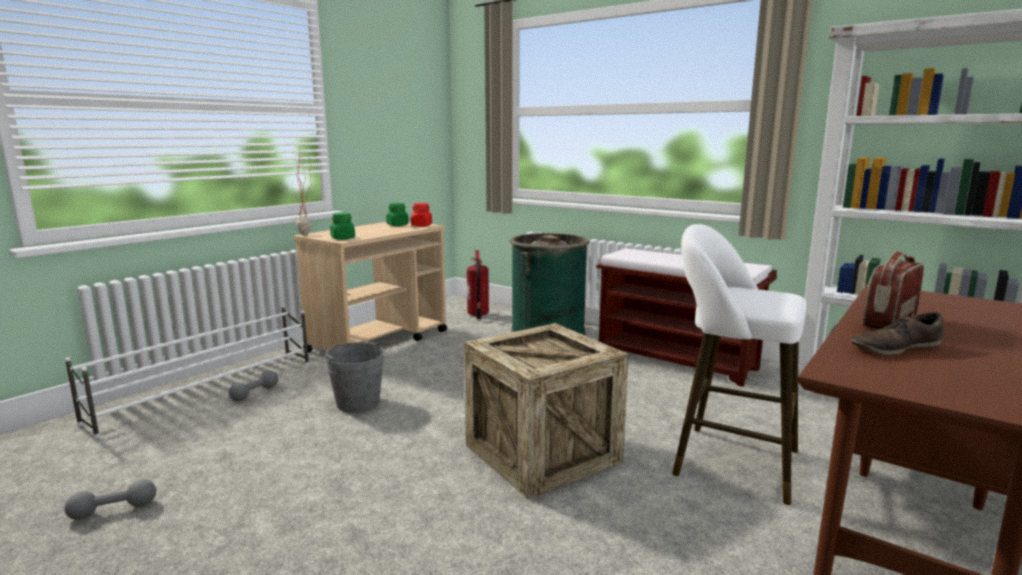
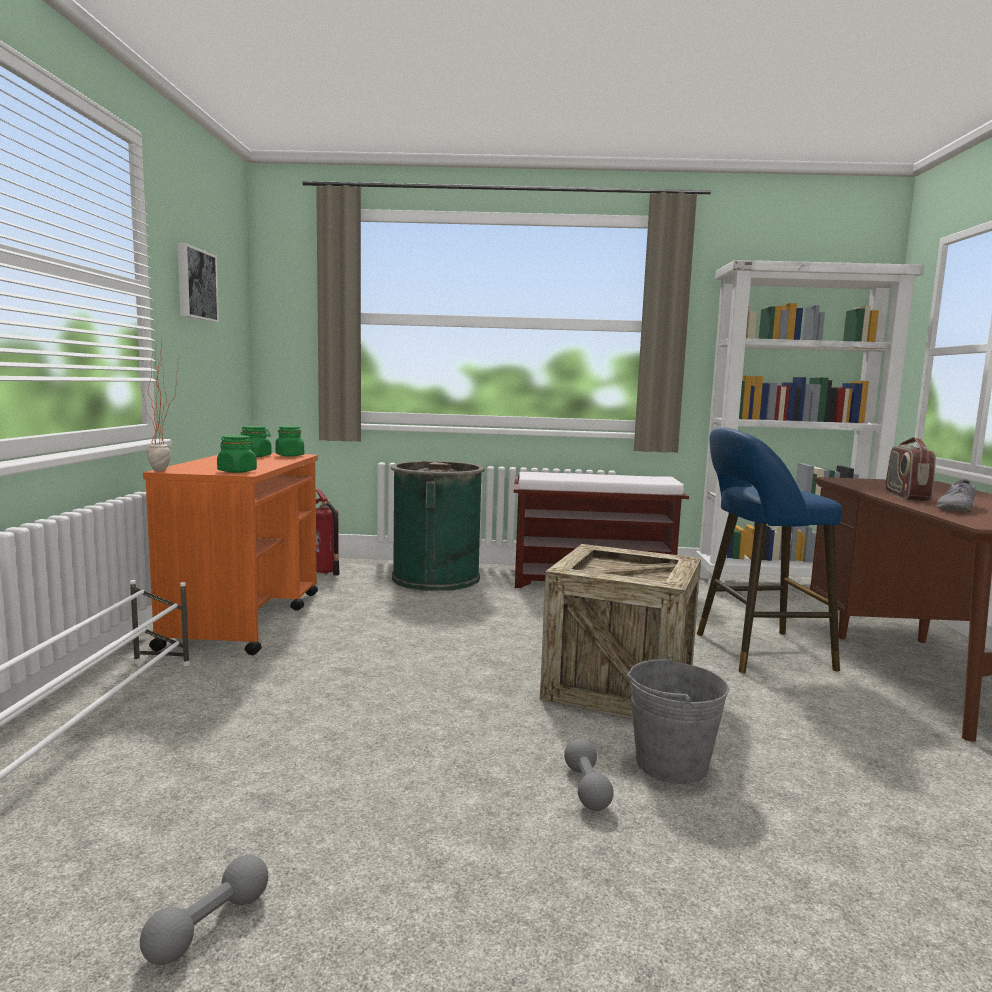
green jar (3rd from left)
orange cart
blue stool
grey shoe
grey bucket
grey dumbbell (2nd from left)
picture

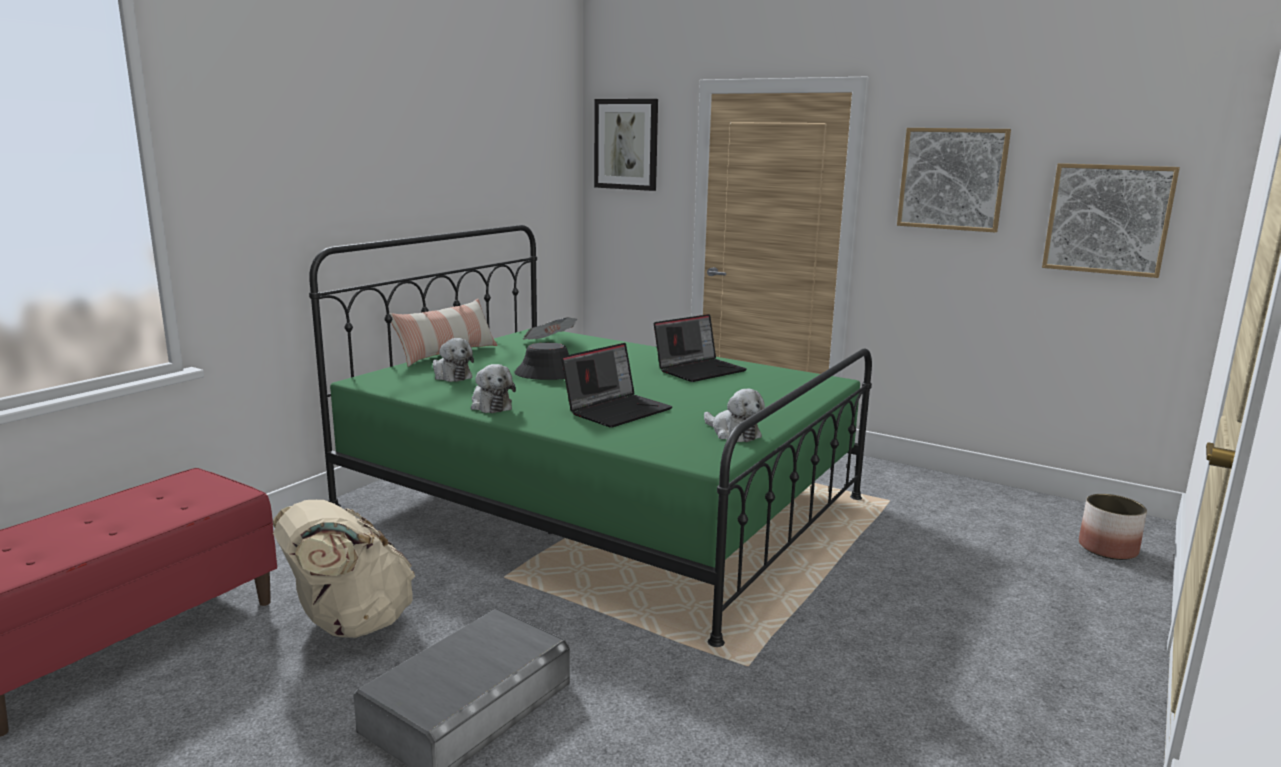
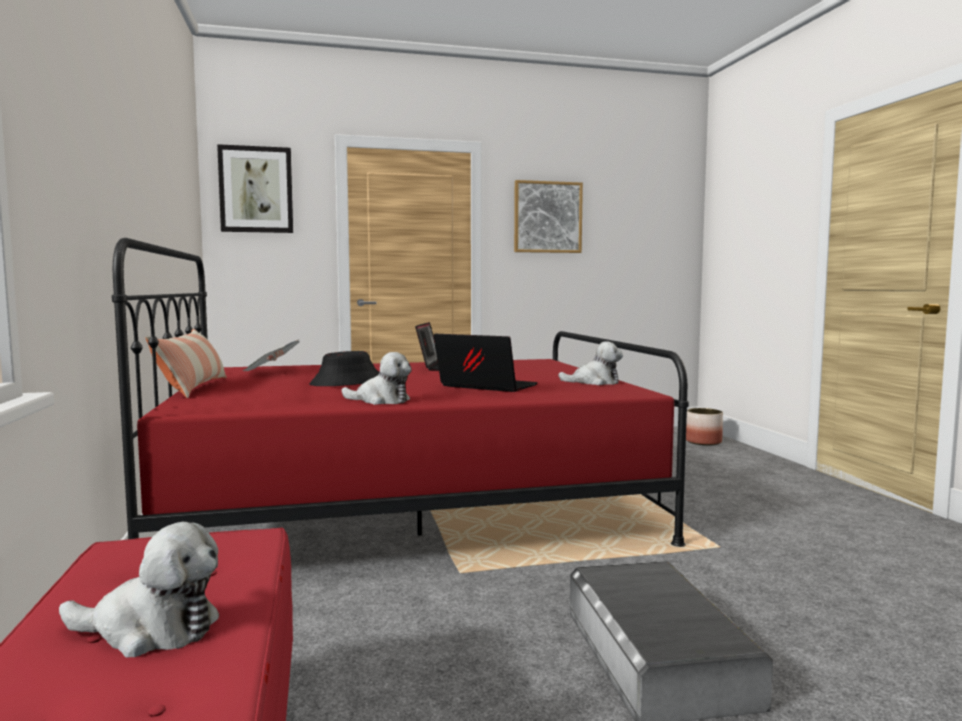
picture (3rd from left in the first image)
red bed
plush toy (1st from left)
laptop (2nd from left)
beige backpack

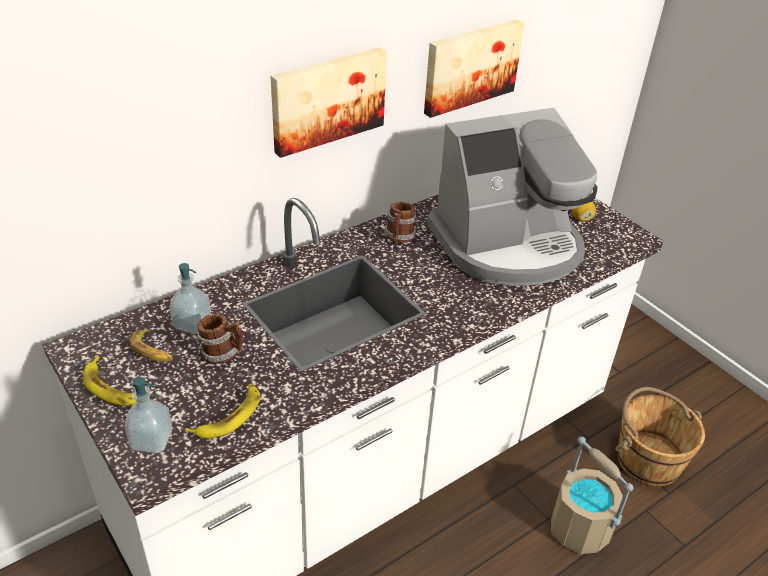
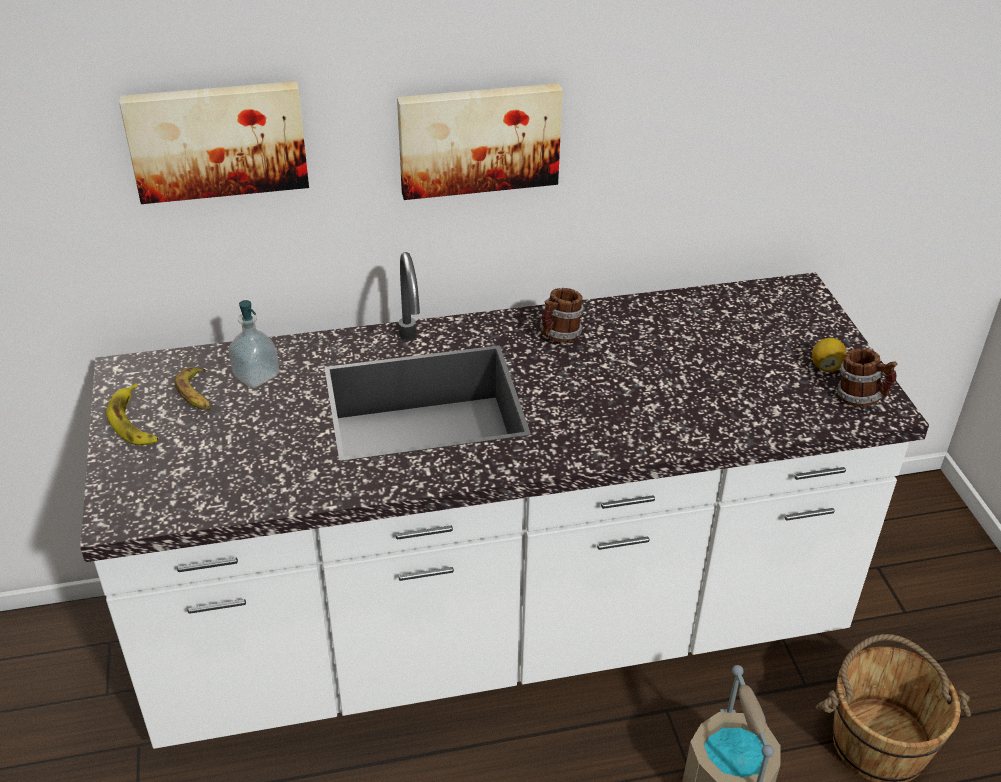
picture (1st from left)
coffee machine
mug (2nd from left)
soap dispenser (1st from left in the first image)
banana (3rd from left in the first image)

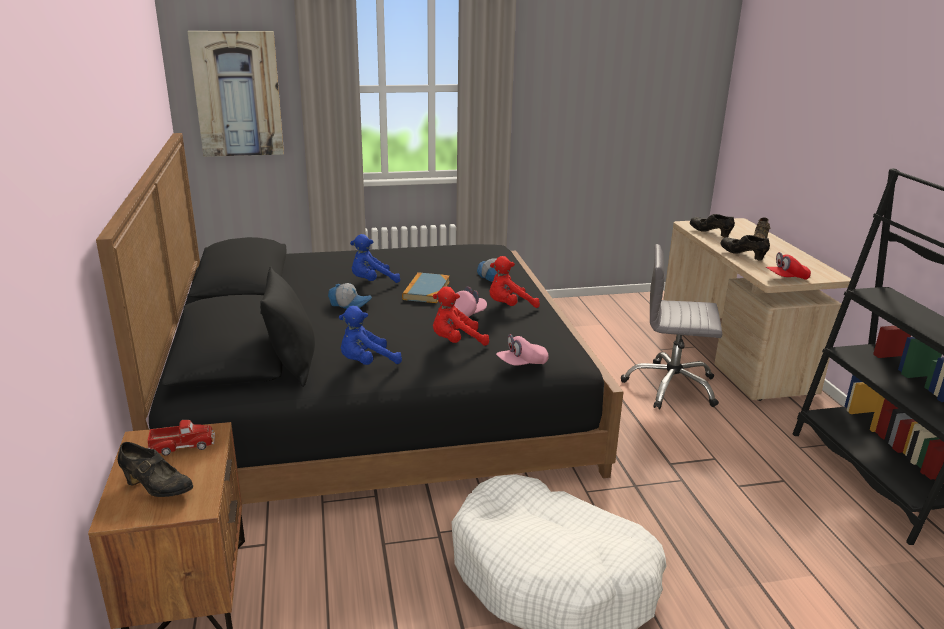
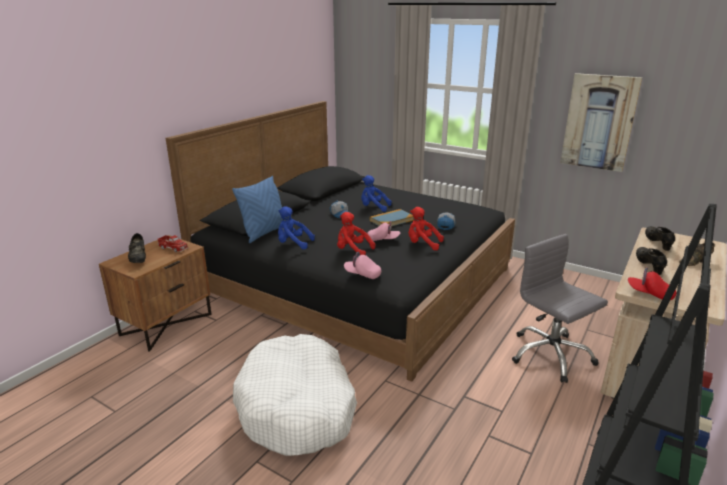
picture
blue pillow

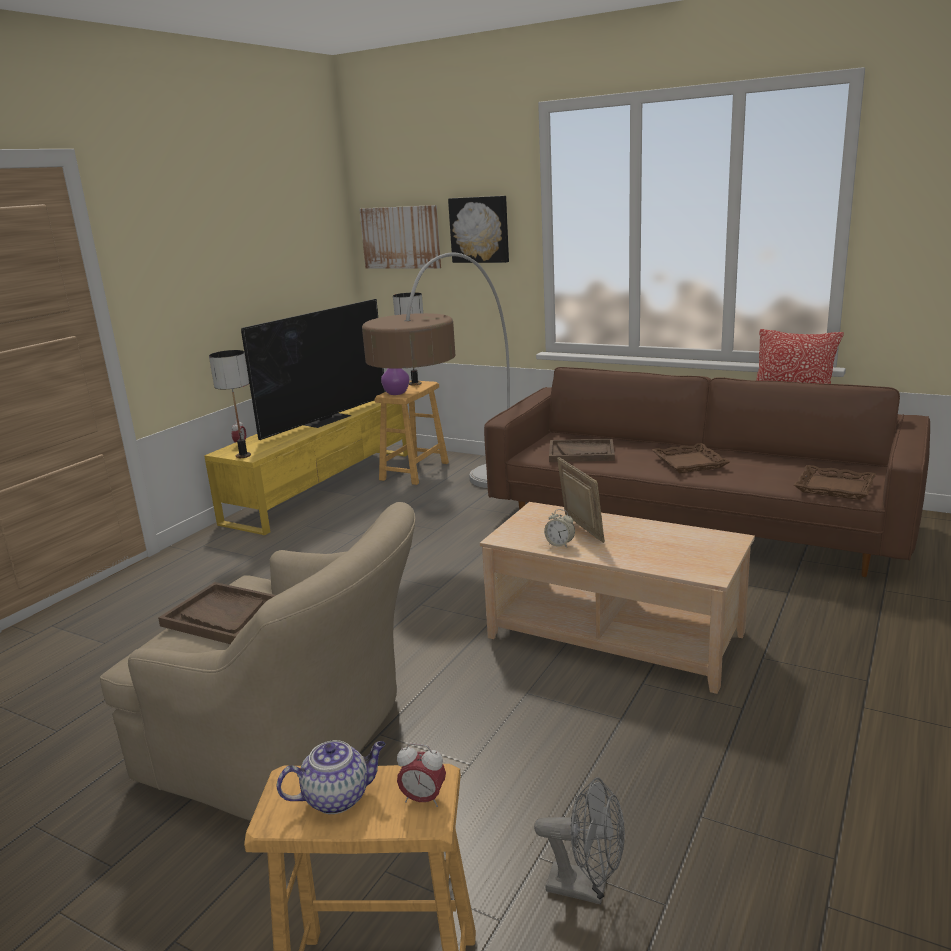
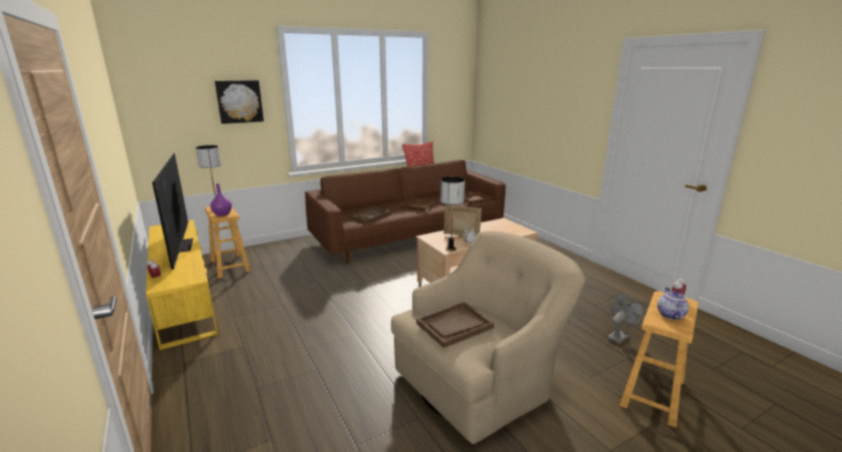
picture (1st from left in the first image)
floor lamp
table lamp (2nd from left)

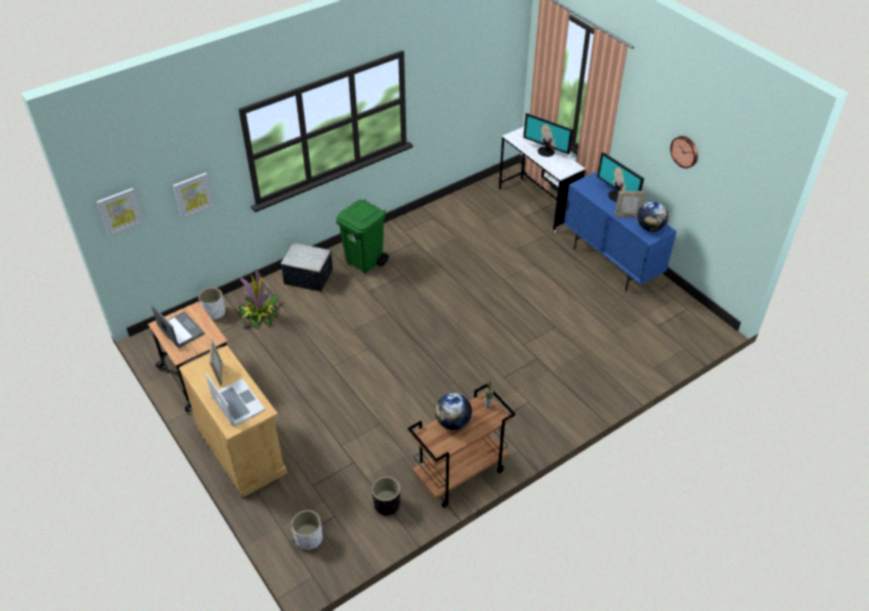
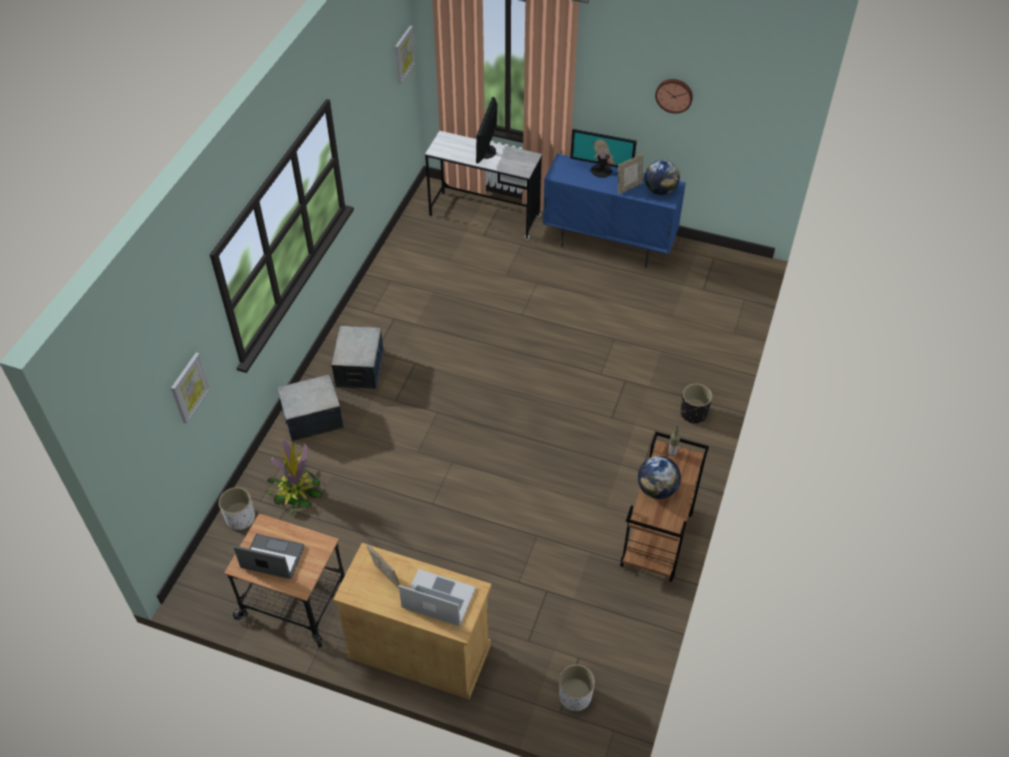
monitor (1st from left)
picture (2nd from left)
storage box (2nd from left)
black planter

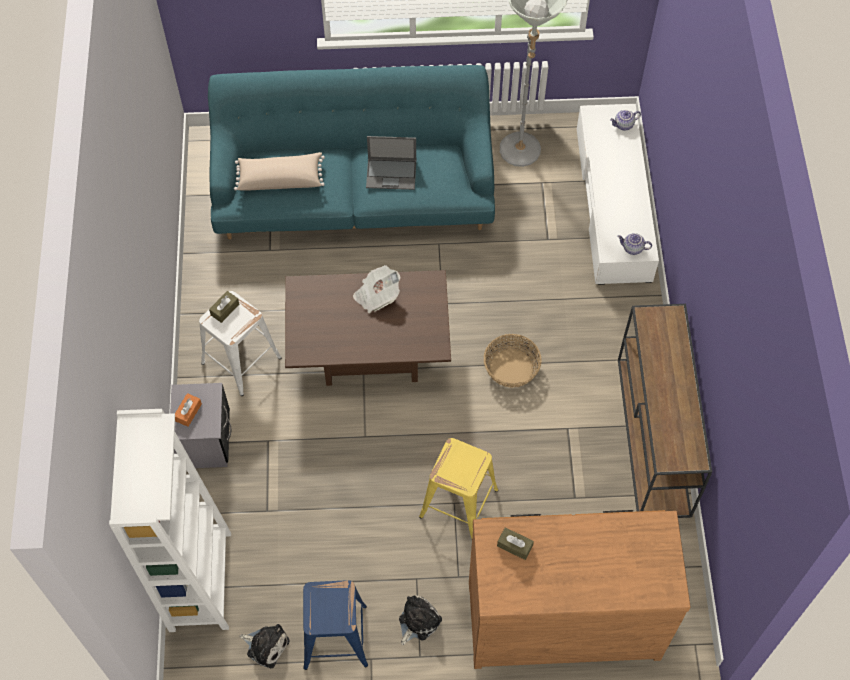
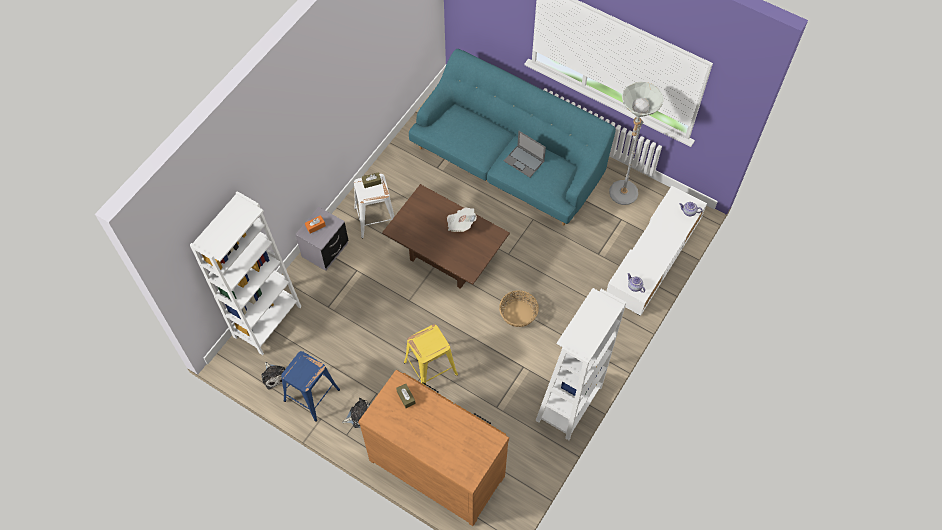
beige pillow
white bookcase (2nd from left)

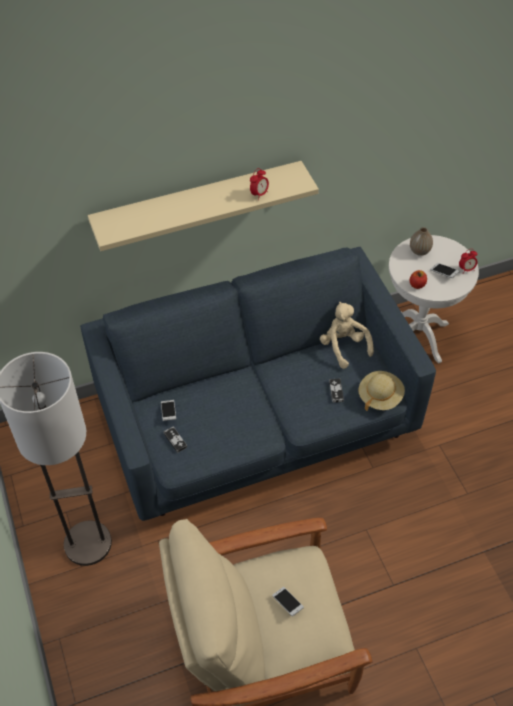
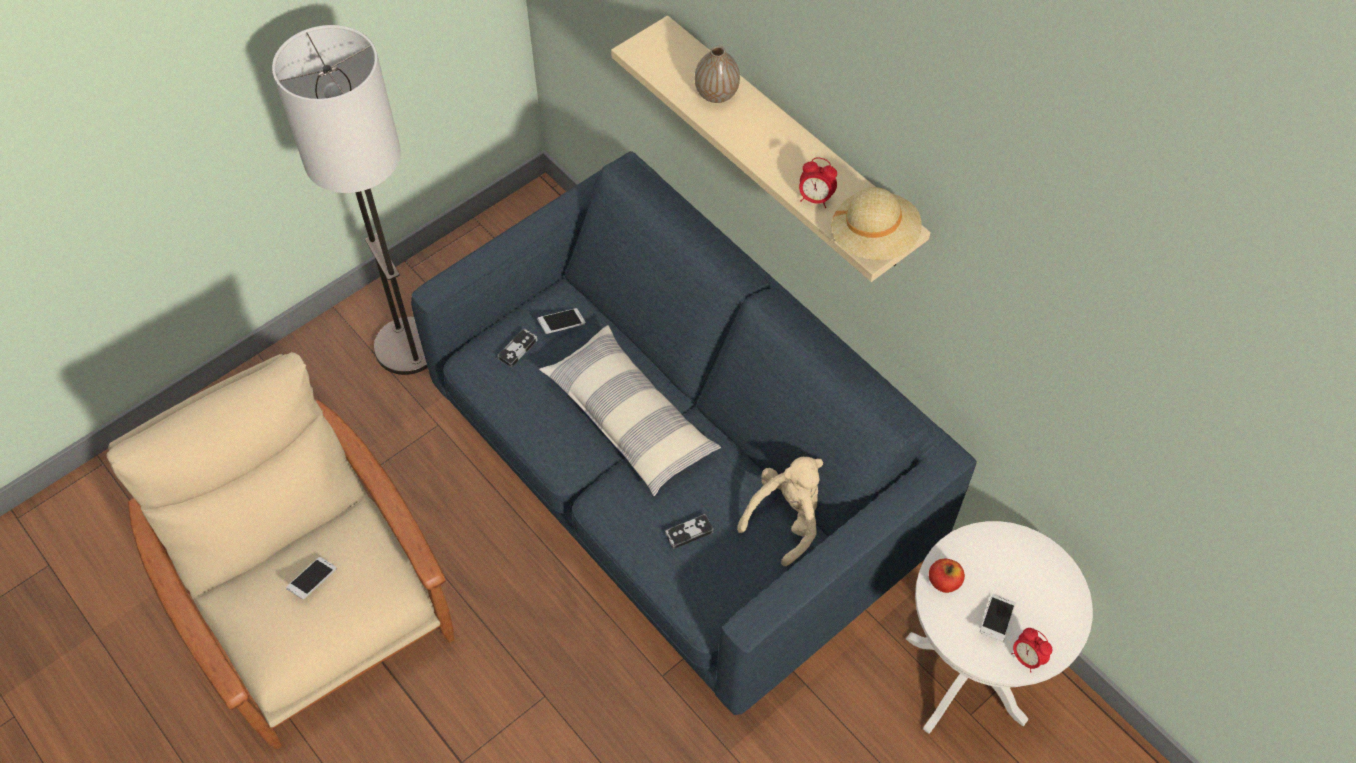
vase
beige hat
pillow

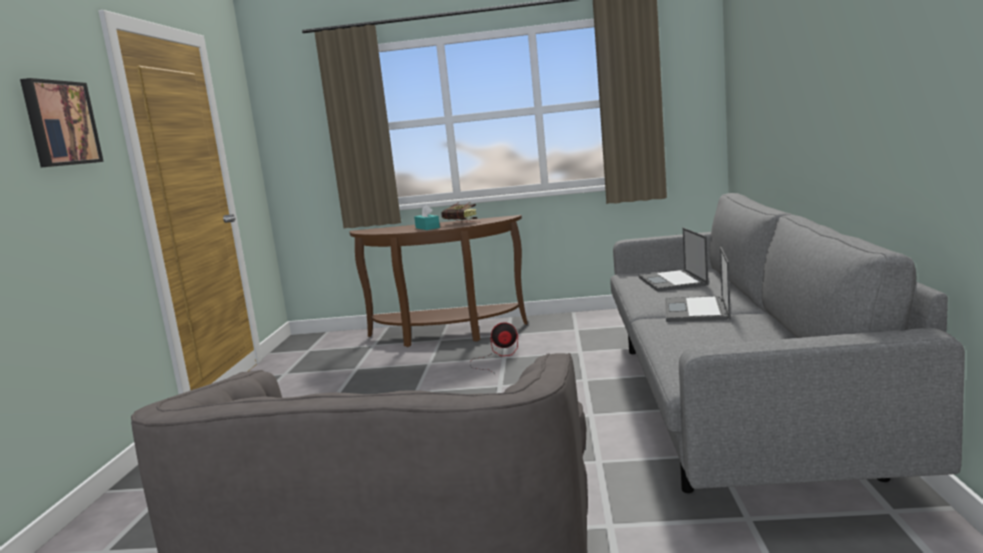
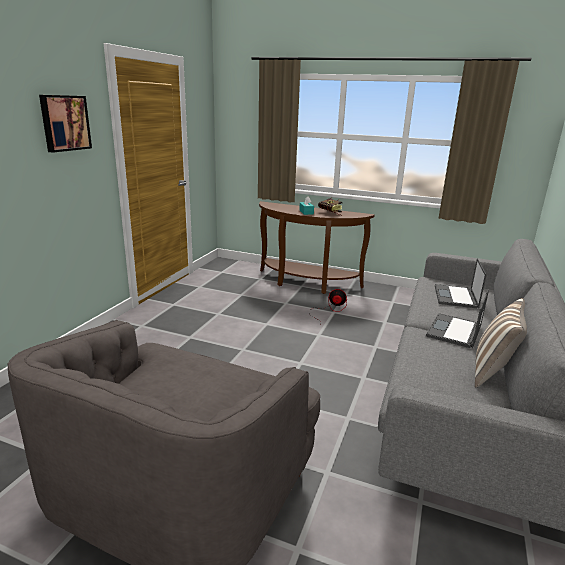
pillow

